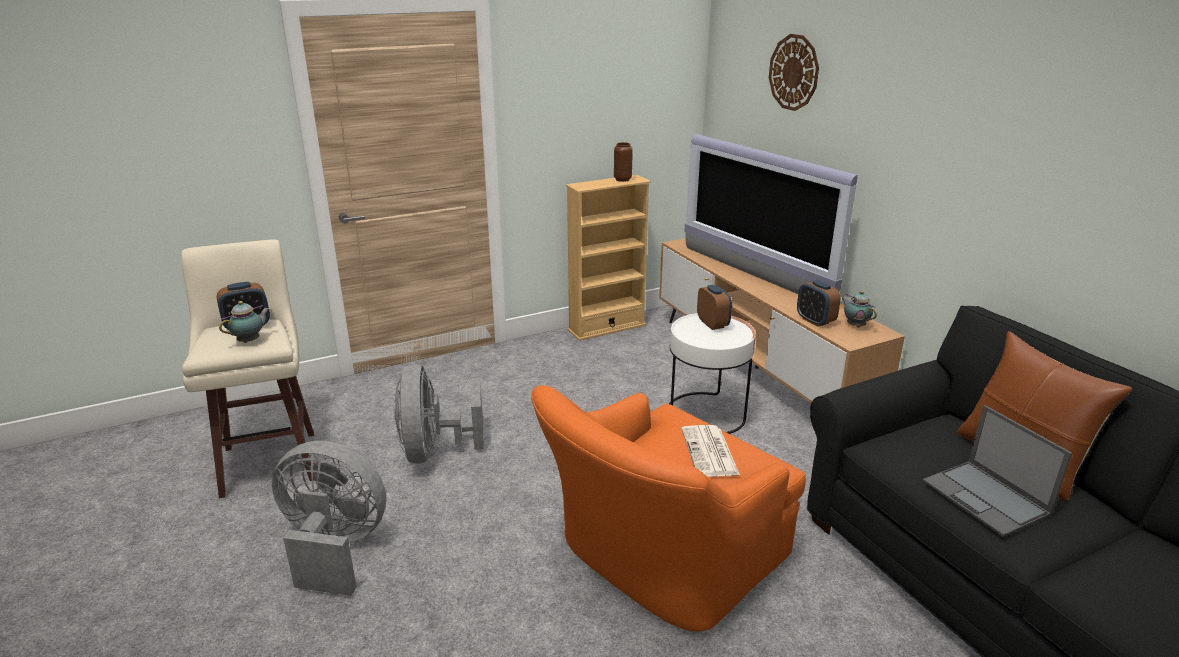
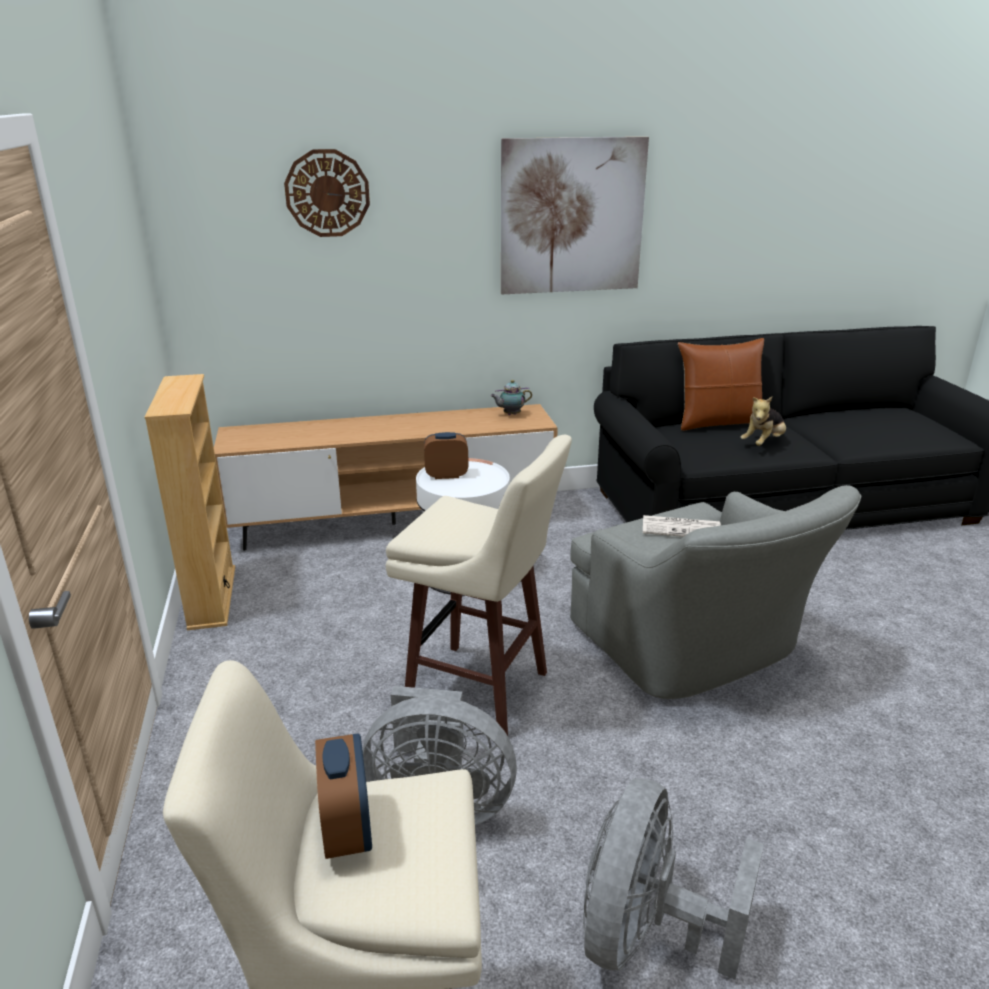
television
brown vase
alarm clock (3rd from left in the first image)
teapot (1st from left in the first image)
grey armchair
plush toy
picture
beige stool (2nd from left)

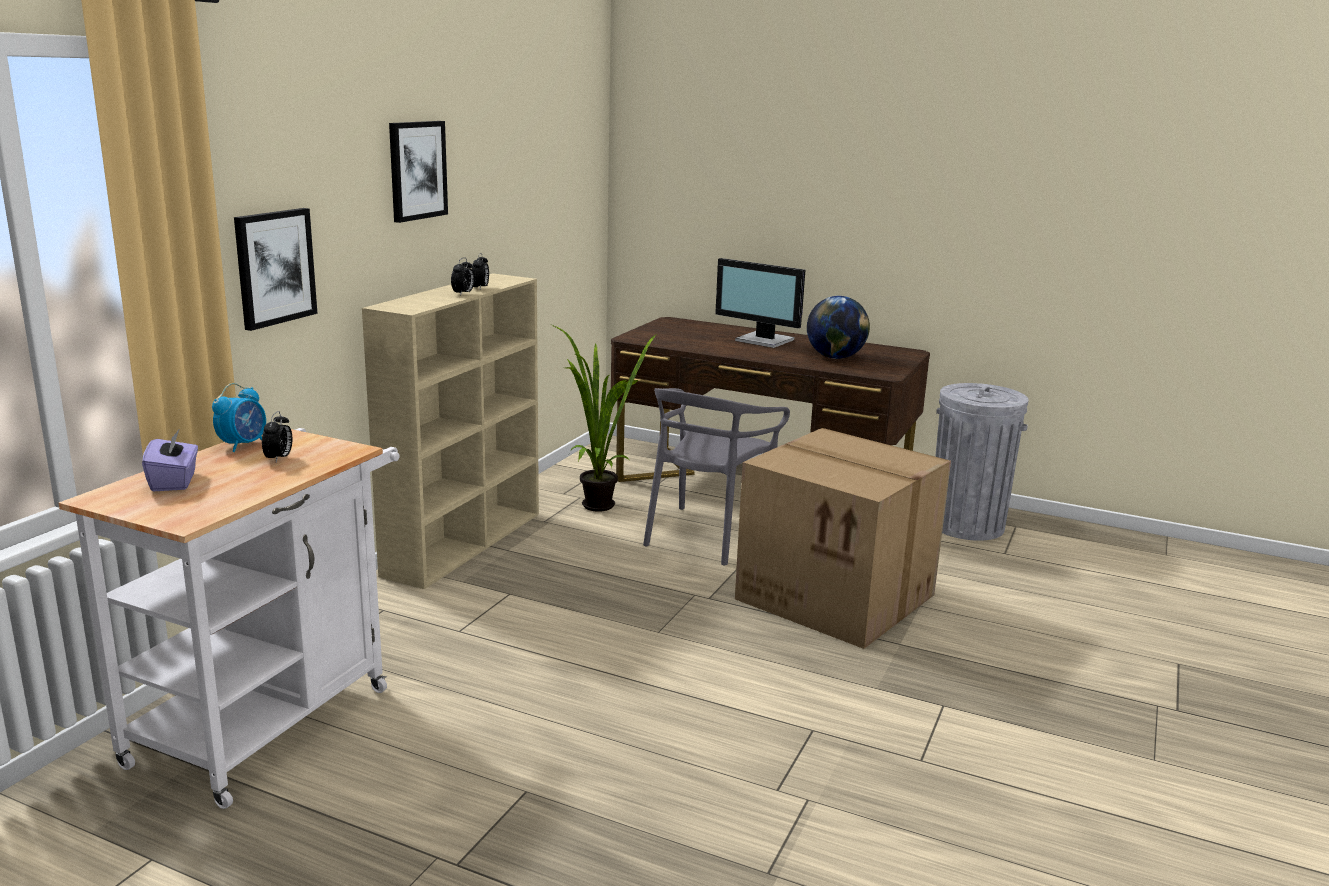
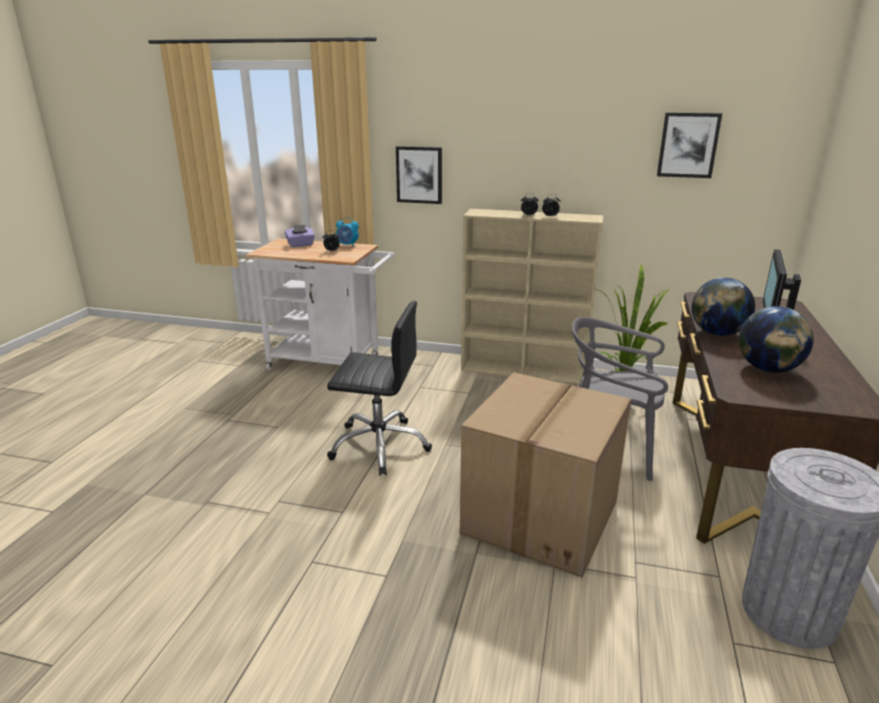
picture (2nd from left)
globe (1st from left)
black office chair

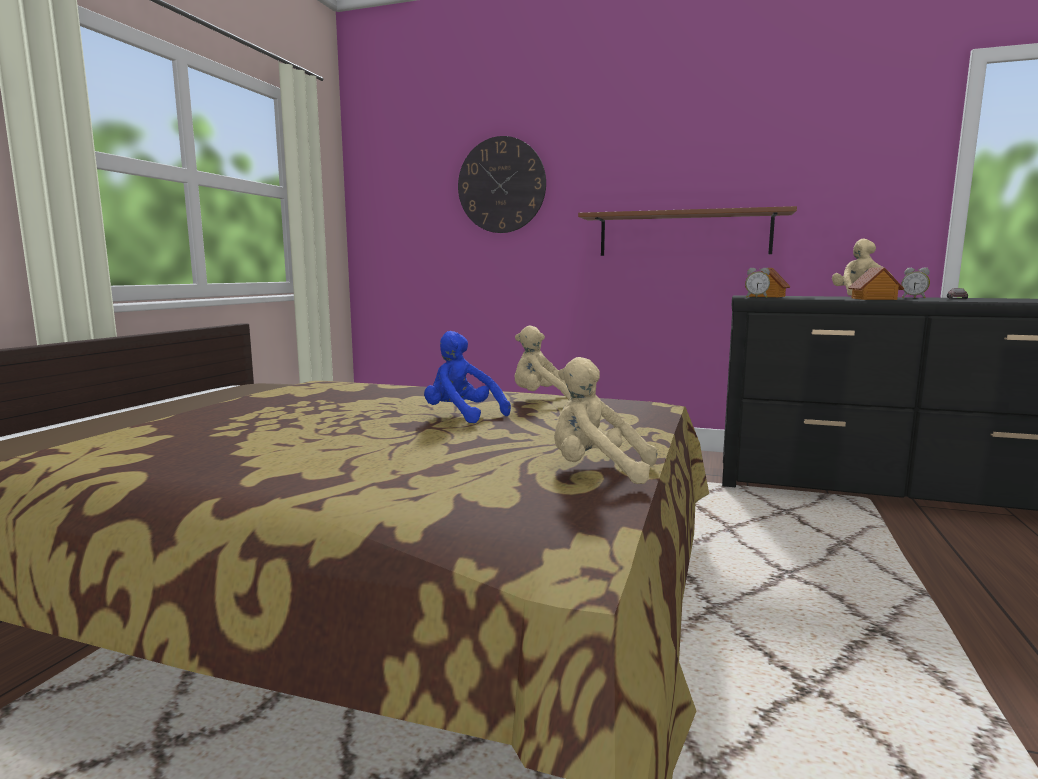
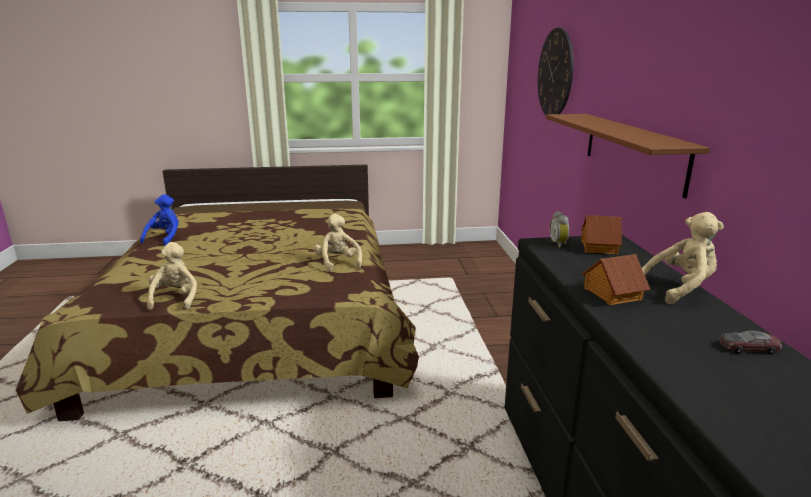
alarm clock (2nd from left in the first image)
blue plush toy

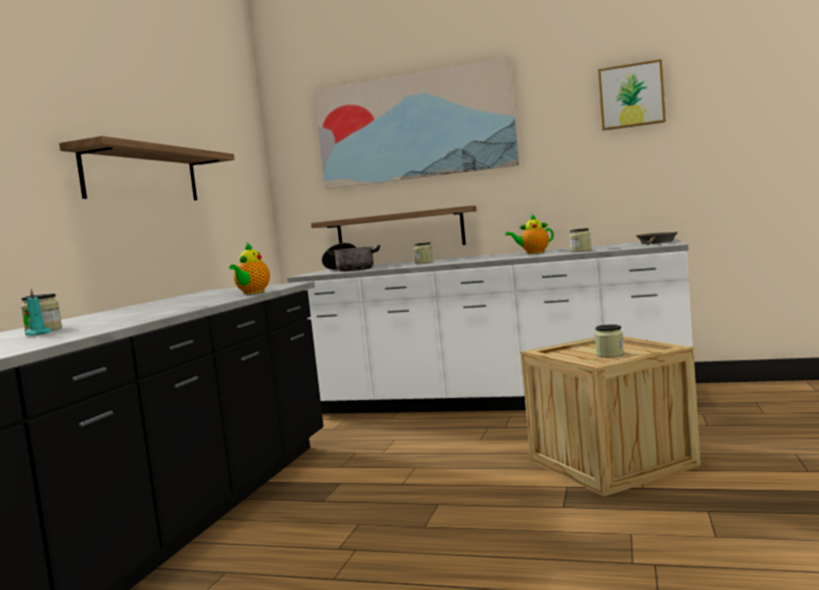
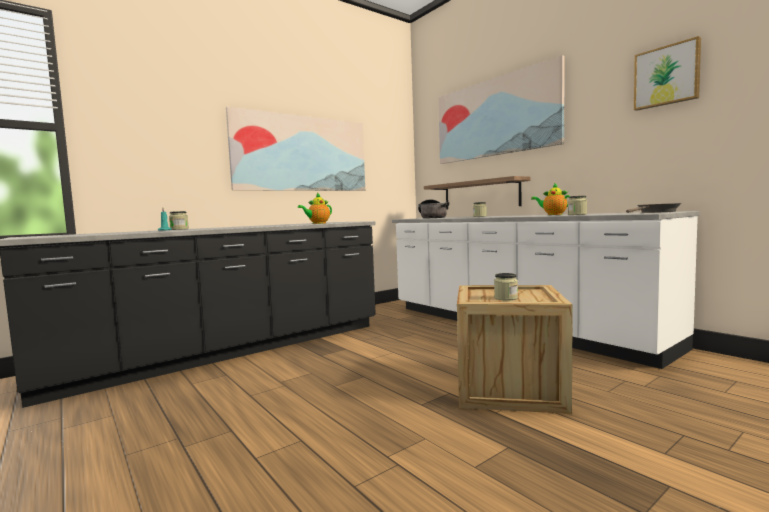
picture (1st from left)

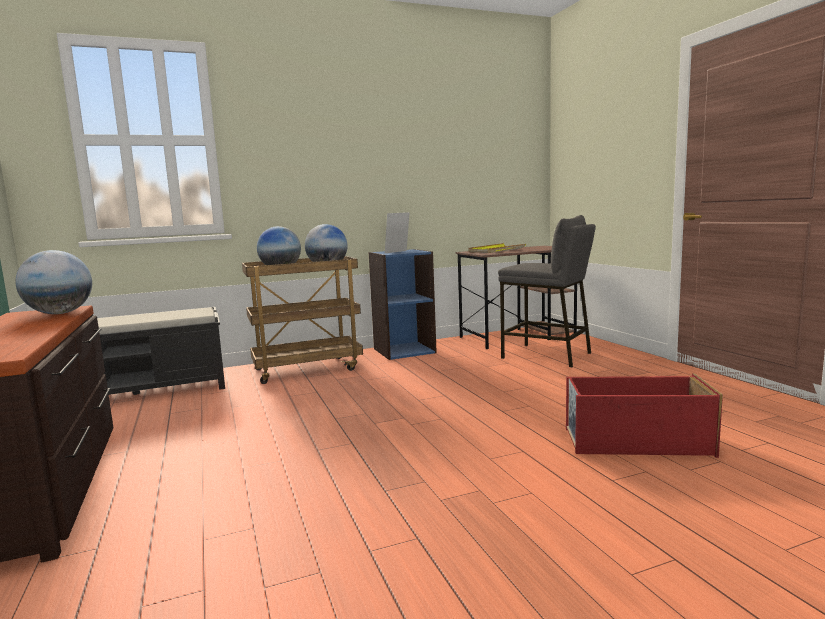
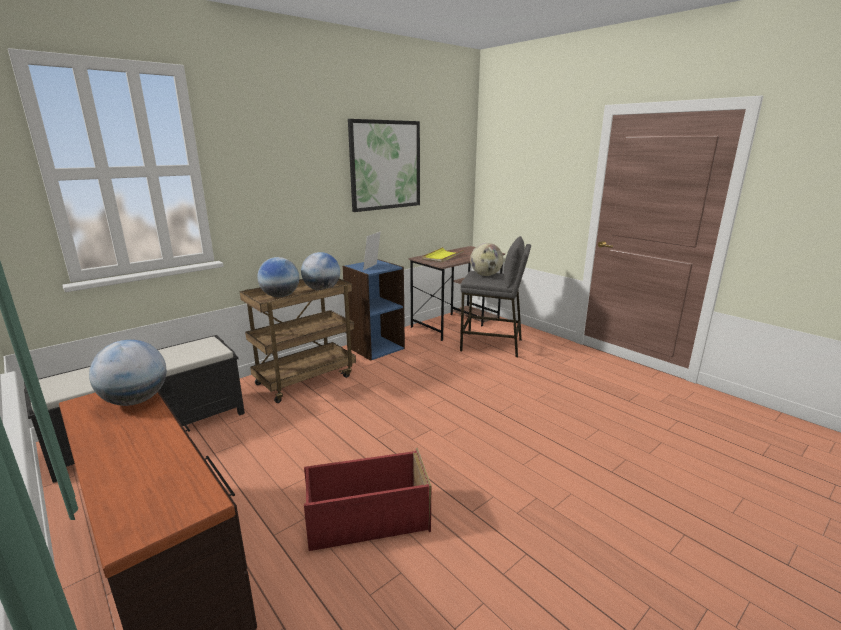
red storage box
picture
globe (4th from left)

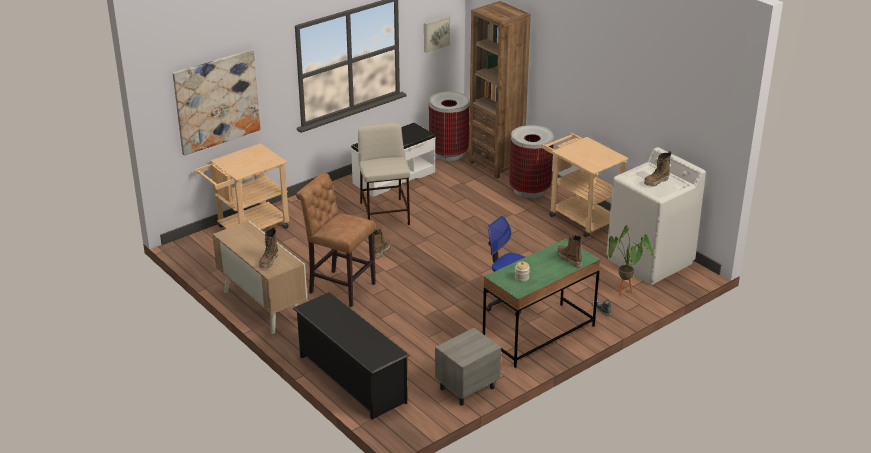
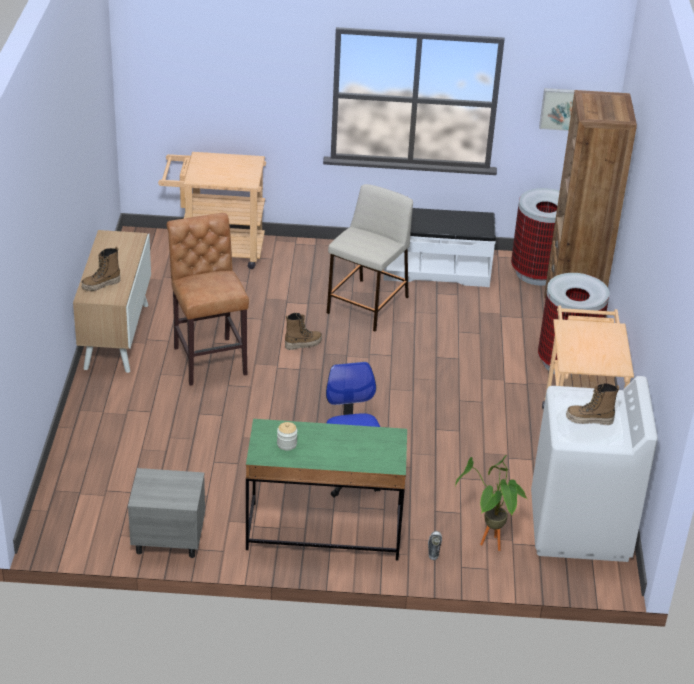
picture (1st from left in the first image)
boot (3rd from left in the first image)
black shoe rack

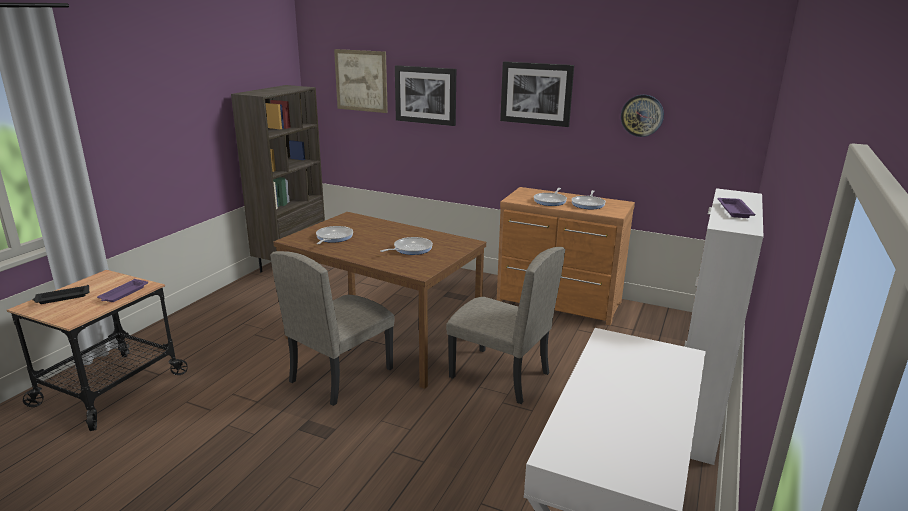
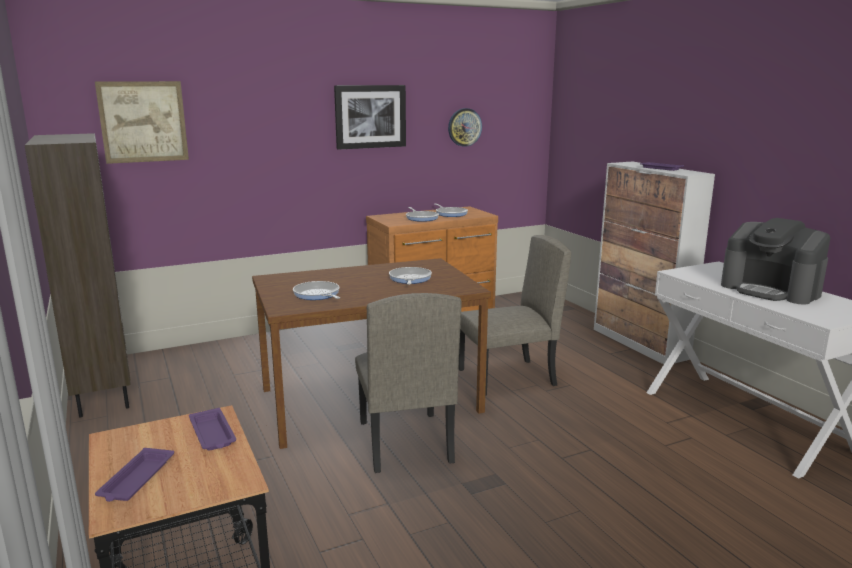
picture (2nd from left in the first image)
purple tray (1st from left)
coffee machine

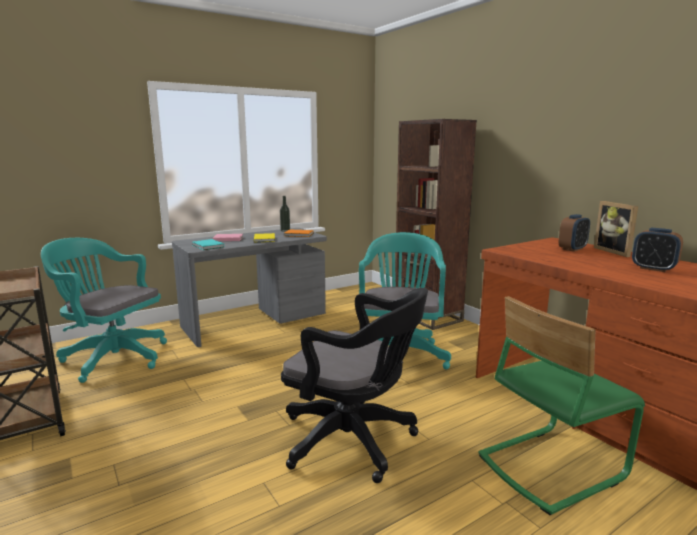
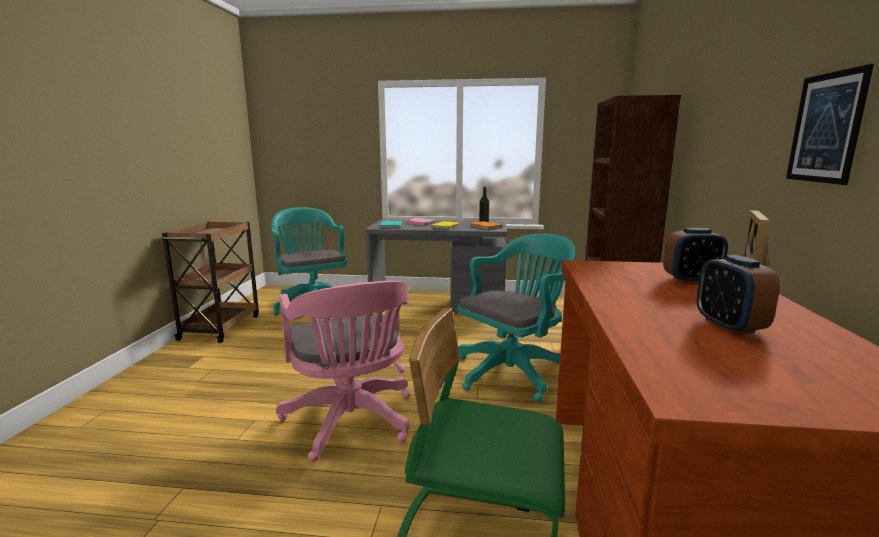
pink office chair
picture

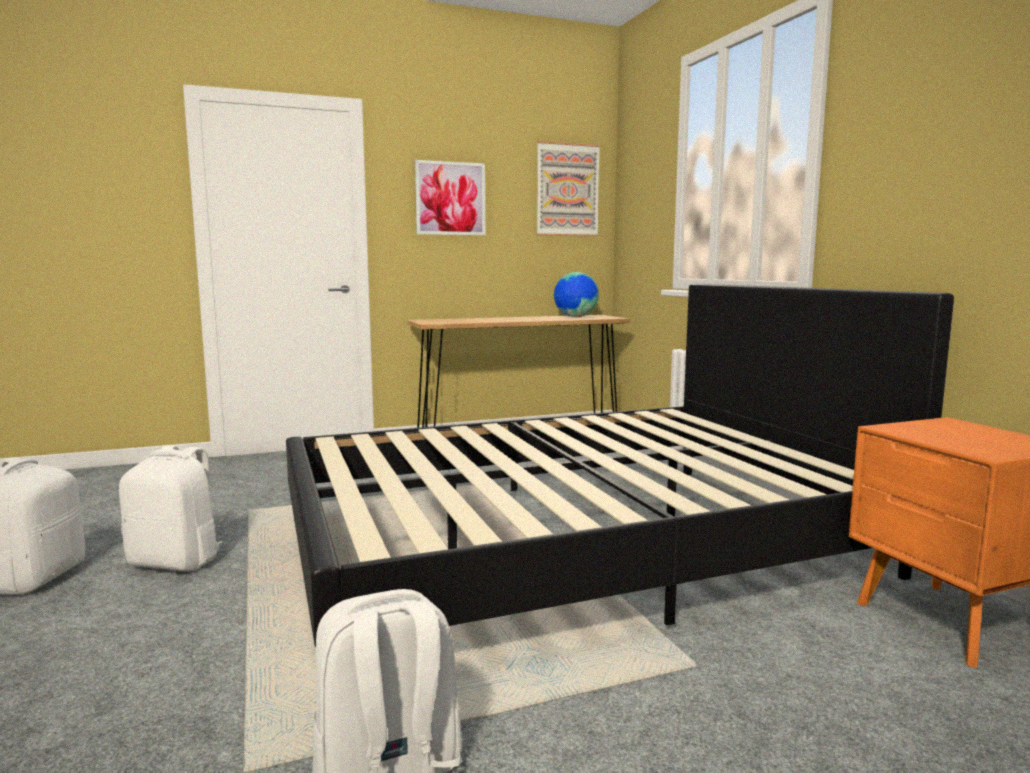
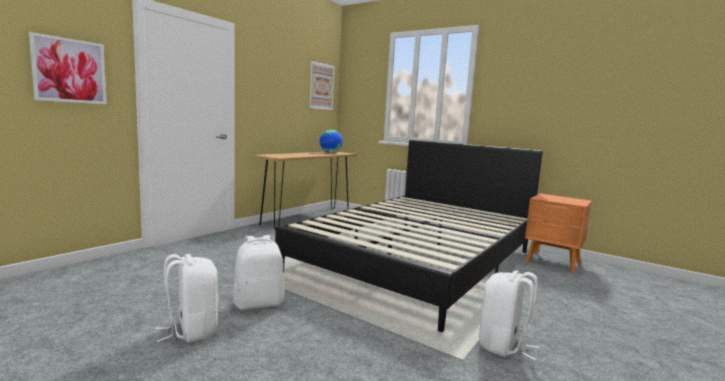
picture (1st from left)

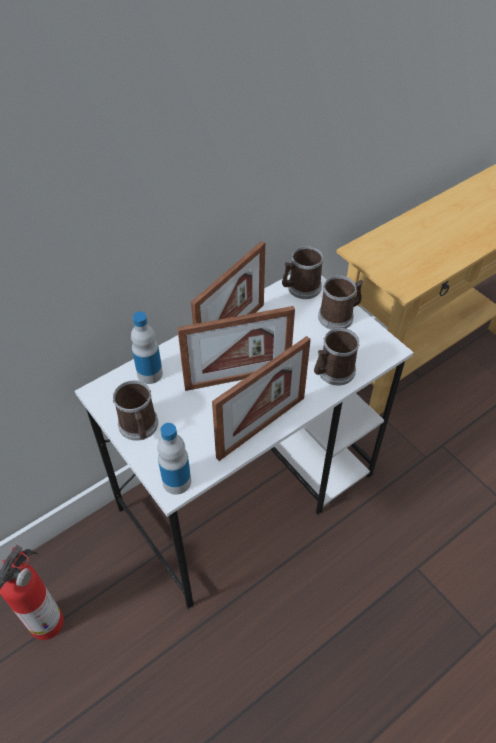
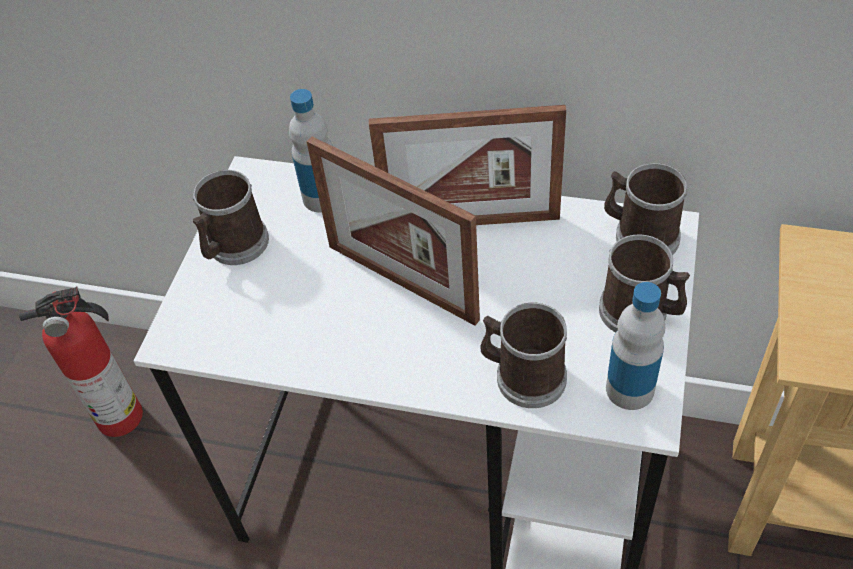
picture frame (3rd from left in the first image)
bottle (2nd from left)

